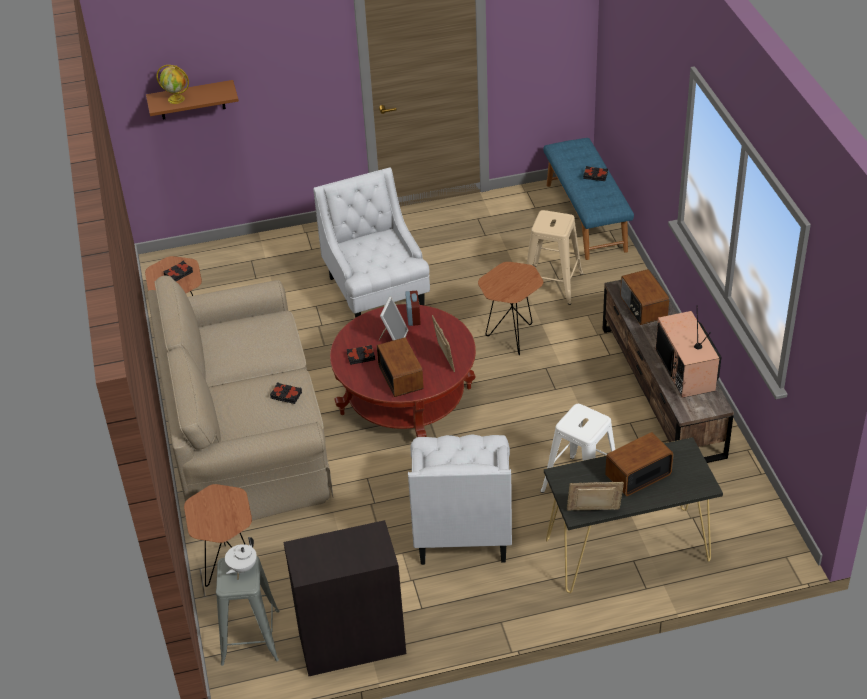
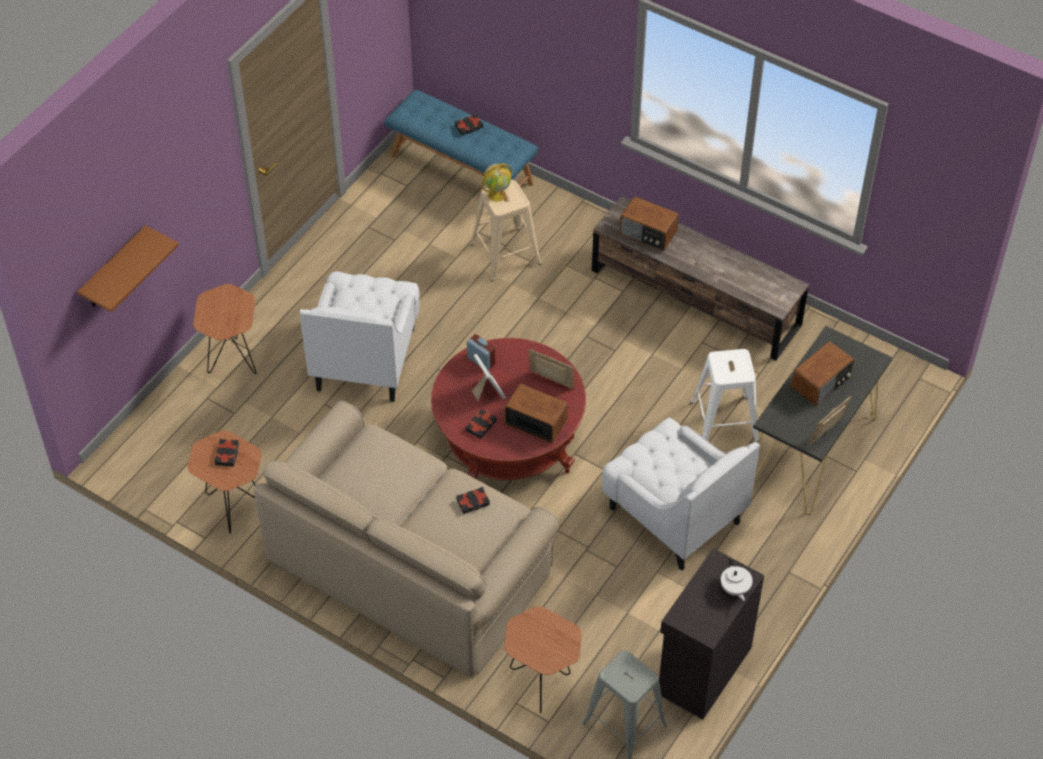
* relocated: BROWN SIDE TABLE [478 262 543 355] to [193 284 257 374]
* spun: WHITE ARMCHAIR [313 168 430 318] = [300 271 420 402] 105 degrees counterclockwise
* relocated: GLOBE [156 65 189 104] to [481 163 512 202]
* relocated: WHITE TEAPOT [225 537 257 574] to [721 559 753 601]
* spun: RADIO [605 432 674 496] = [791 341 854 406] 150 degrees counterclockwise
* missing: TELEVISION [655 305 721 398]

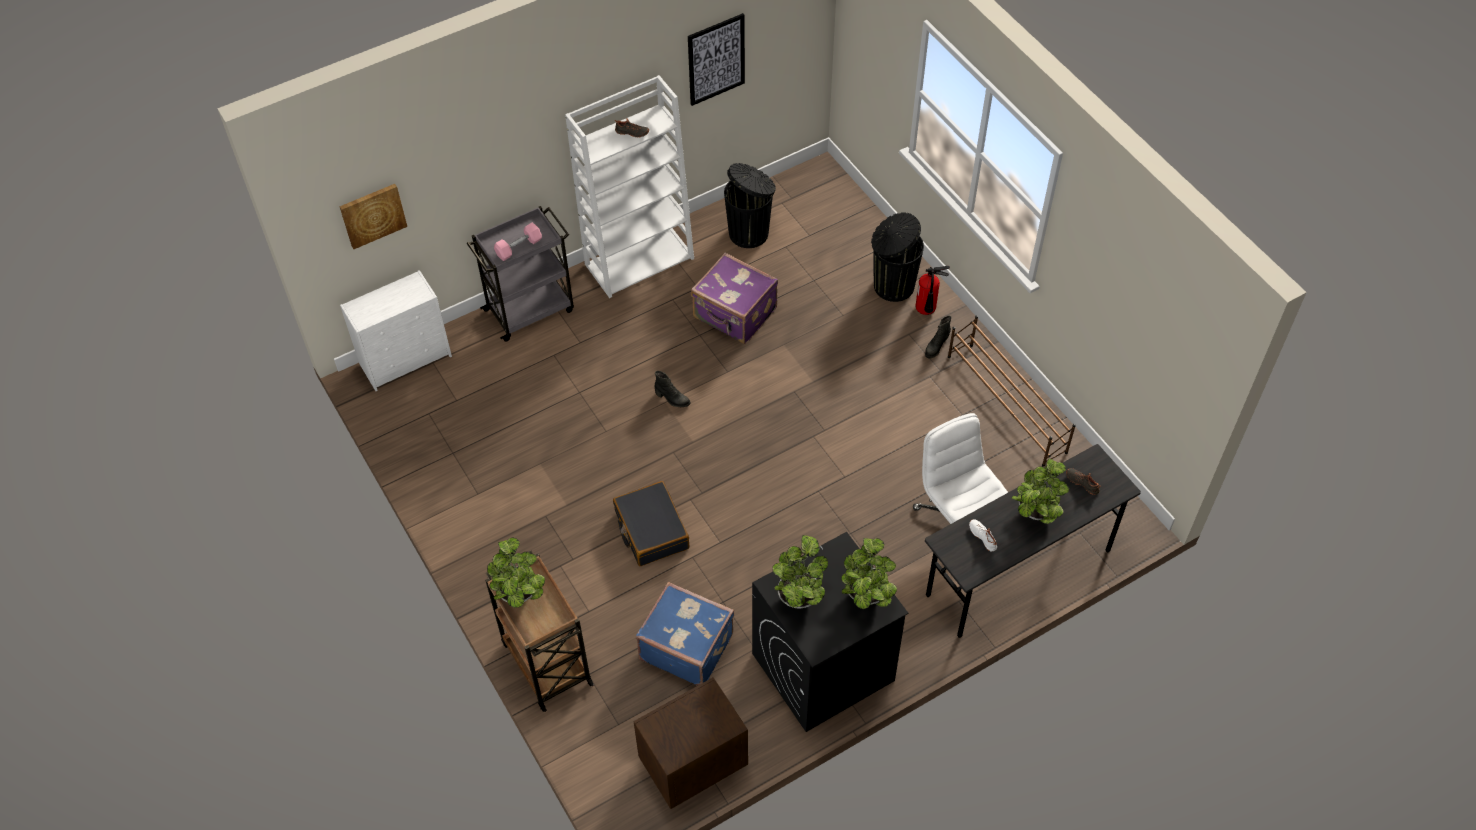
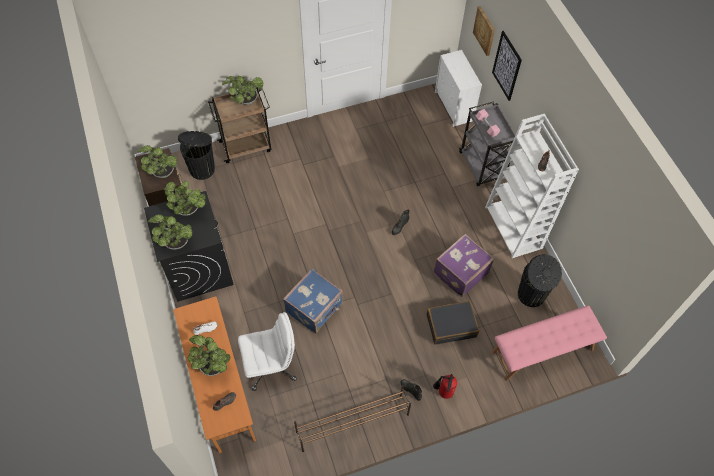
* appeared: POTTED PLANT [138 145 177 178]
* colour: GREY DESK [925 444 1141 638] to ORANGE DESK [173 296 256 453]
* relocated: BLACK TRASH CAN [871 212 924 302] to [178 131 215 180]
* relocated: BLUE SUITCASE [636 582 735 686] to [283 268 343 334]
* relocated: BLACK SUITCASE [613 481 689 566] to [427 301 479 345]
* relocated: PICTURE [688 13 745 106] to [492 31 522 101]
* appeared: PINK BENCH [492 305 607 381]

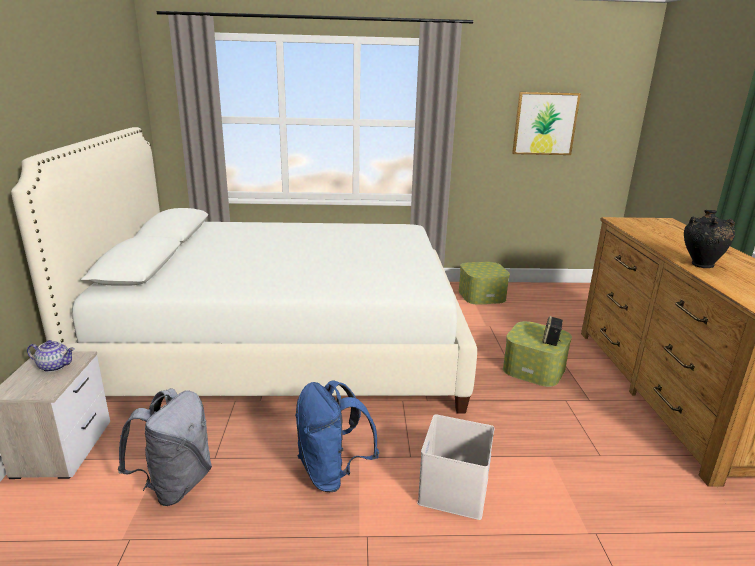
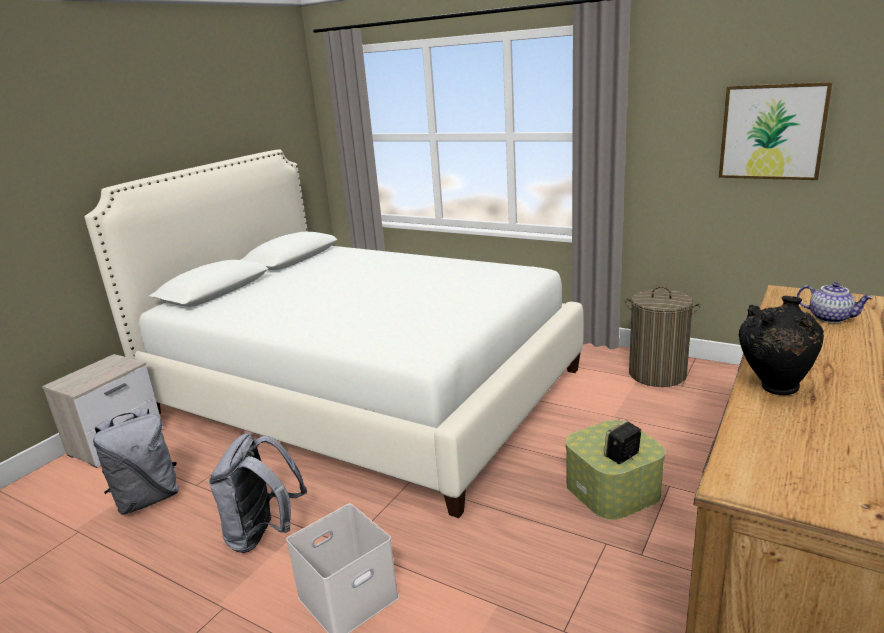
* colour: BLUE BACKPACK [295 380 379 492] to GREY BACKPACK [209 433 307 553]
* exchanged: STORAGE BOX [458 262 510 305] to LAUNDRY BASKET [625 286 701 387]
* relocated: TEAPOT [27 340 75 372] to [797 282 873 323]

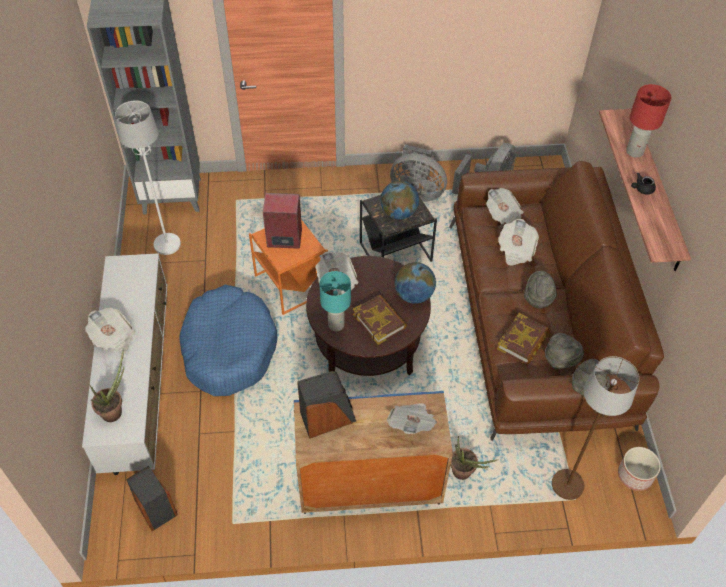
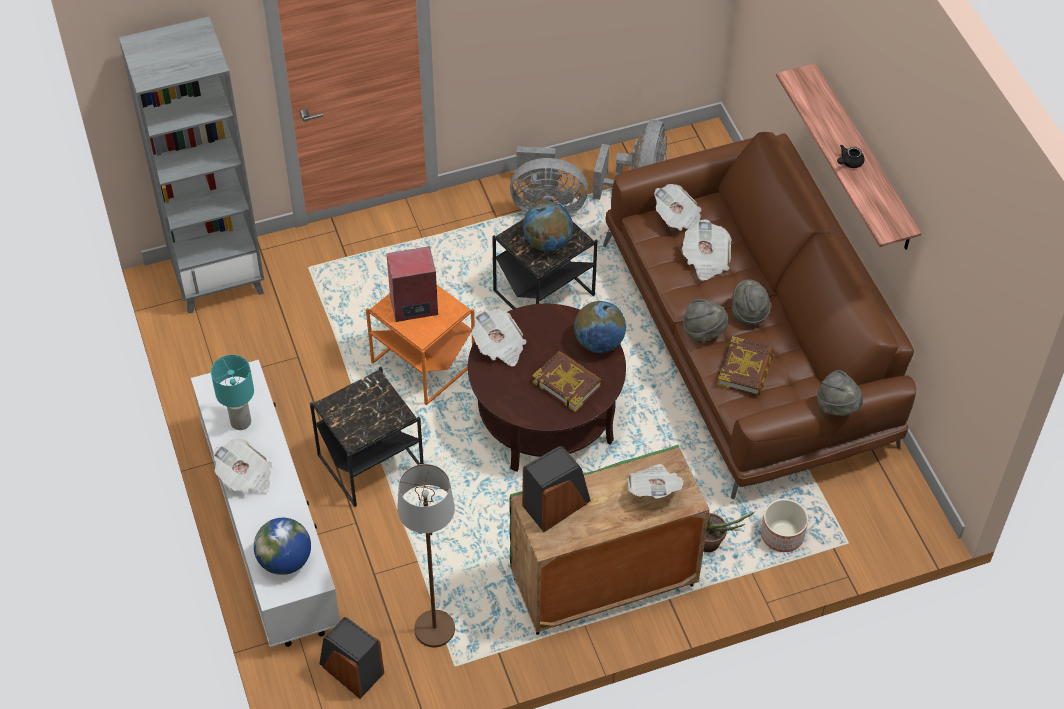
* relocated: TURQUOISE TABLE LAMP [319 271 351 331] to [211 355 254 430]
* exchanged: POTTED PLANT [89 351 125 422] to GLOBE [254 518 311 575]
* exchanged: BLUE DOG BED [179 285 277 396] to BLACK SIDE TABLE [310 367 424 507]
* relocated: BROWN FLOOR LAMP [552 356 639 500] to [397 464 455 647]
* colour: BLUE CABINET [294 390 453 514] to GREEN CABINET [509 445 710 635]
* relocated: GREY HAT [545 333 584 369] to [683 299 728 343]
* relocated: PLANTER [618 447 661 491] to [761 499 808 552]
* missing: WHITE FLOOR LAMP [115 100 181 255]
* missing: RED TABLE LAMP [626 84 671 158]

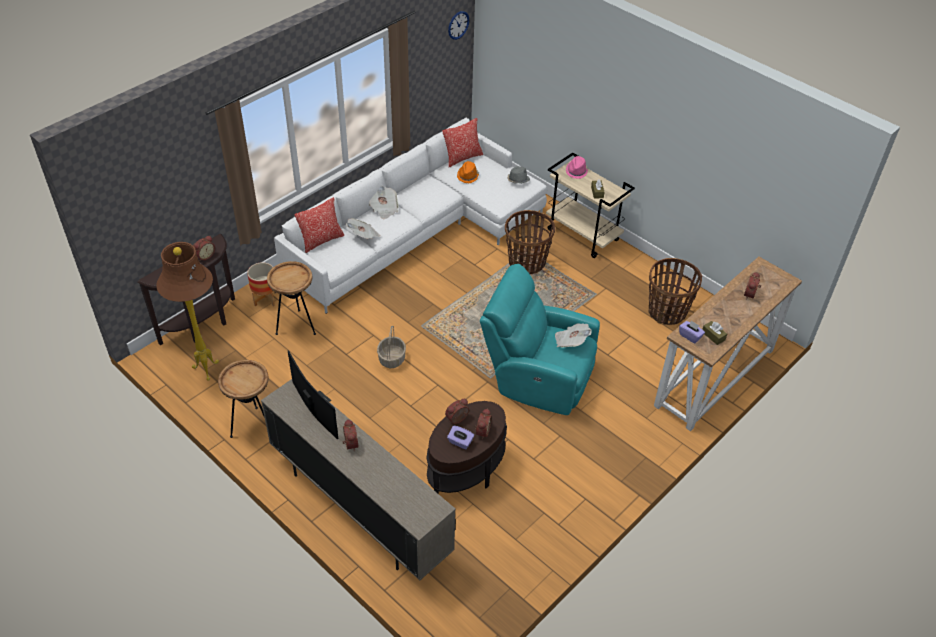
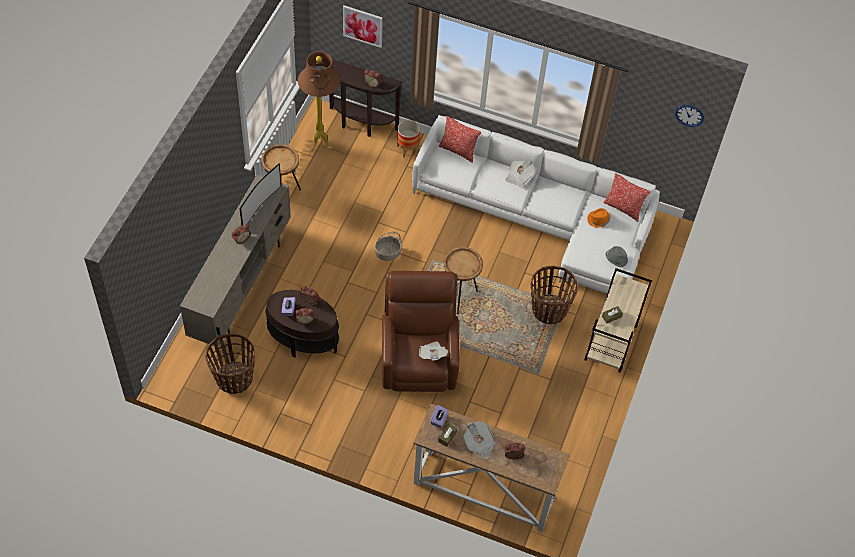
* relocated: BASKET [649 258 702 325] to [206 333 255 394]
* appeared: PICTURE [343 5 383 48]
* colour: TURQUOISE ARMCHAIR [480 264 600 415] to BROWN ARMCHAIR [382 271 460 392]
* relocated: BROWN SIDE TABLE [267 261 316 335] to [444 247 483 314]
* relocated: NEWSPAPER [346 218 380 239] to [464 421 496 459]
* missing: PINK HAT [566 156 589 179]

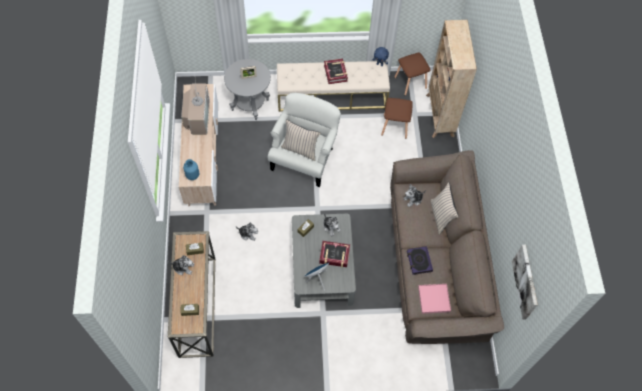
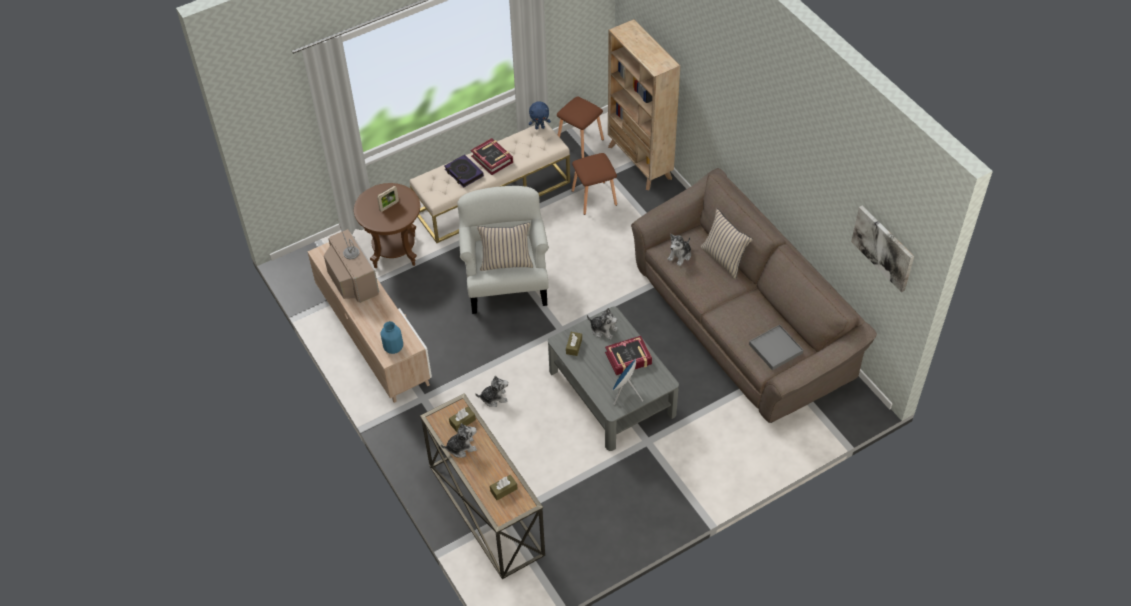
* colour: GREY SIDE TABLE [224 59 271 120] to BROWN SIDE TABLE [354 183 420 268]
* relocated: BOOK [407 246 433 275] to [445 154 484 188]
* colour: PINK TRAY [418 284 451 314] to GREY TRAY [749 325 803 370]

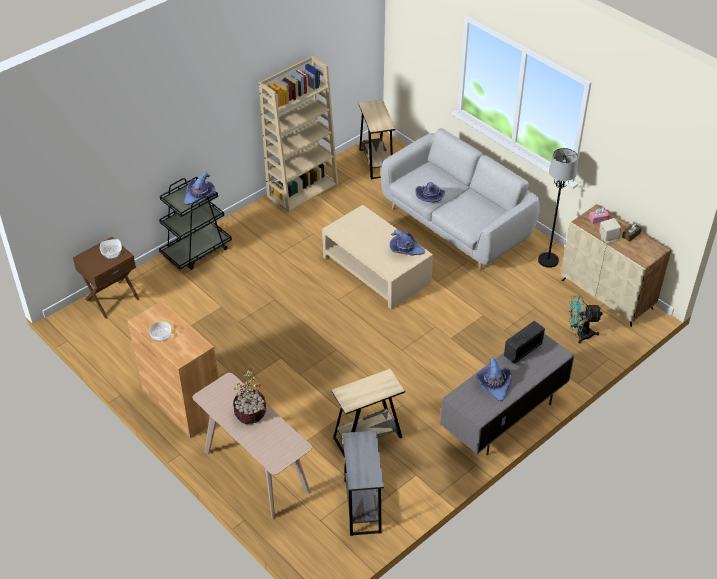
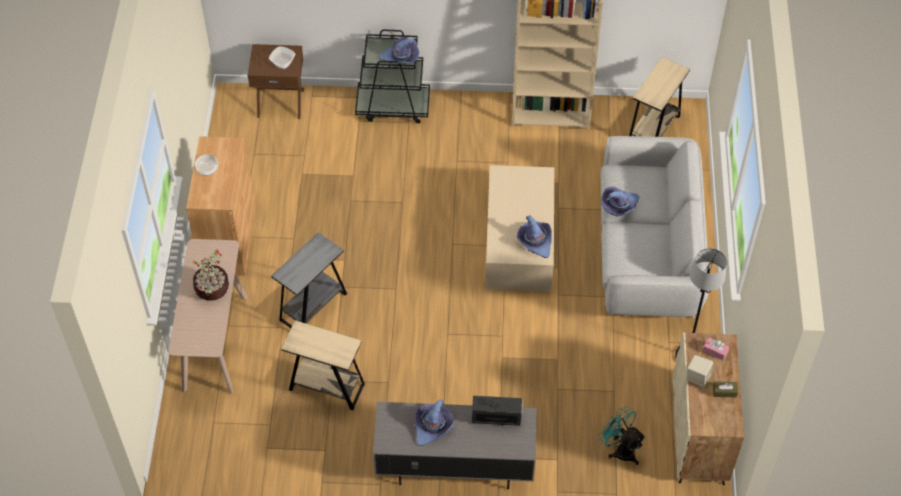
* relocated: GREY SIDE TABLE [342 431 384 536] to [271 232 347 328]

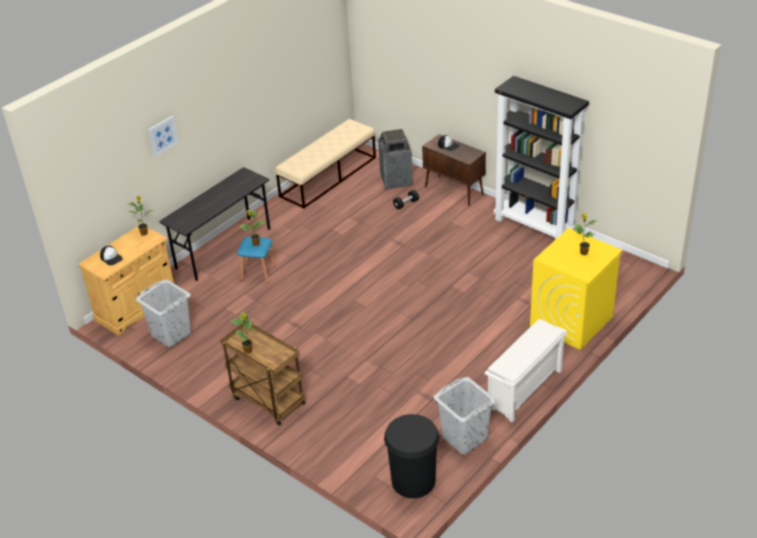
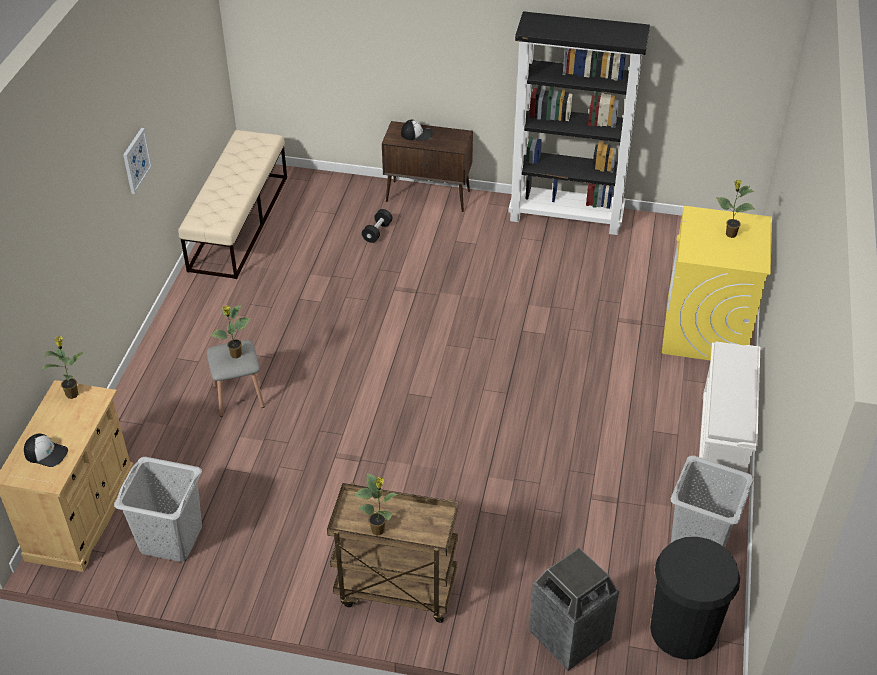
* relocated: PICTURE [148 116 179 157] to [123 128 152 194]
* colour: BLUE STOOL [237 237 276 283] to GREY STOOL [207 340 265 416]
* relocated: TRASH CAN [378 129 413 189] to [529 548 619 671]
* missing: GREY DESK [159 167 270 281]

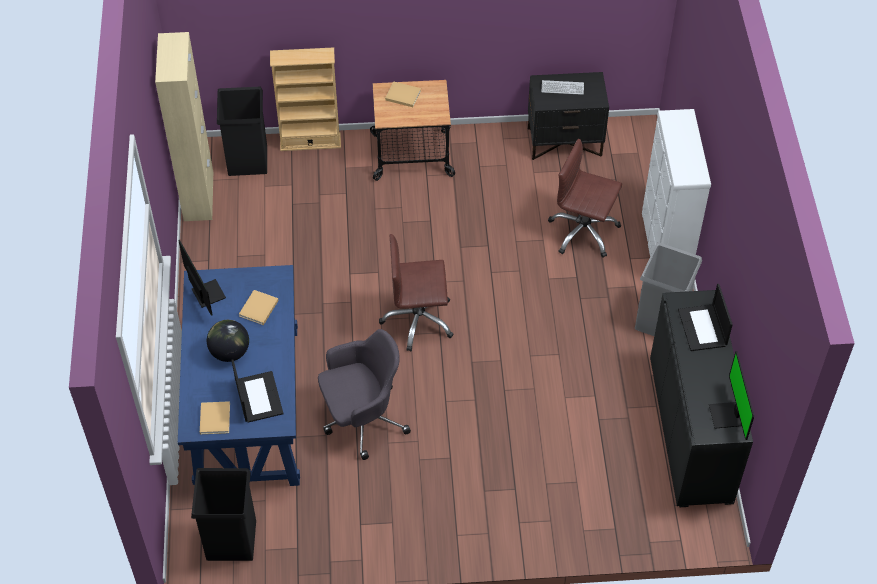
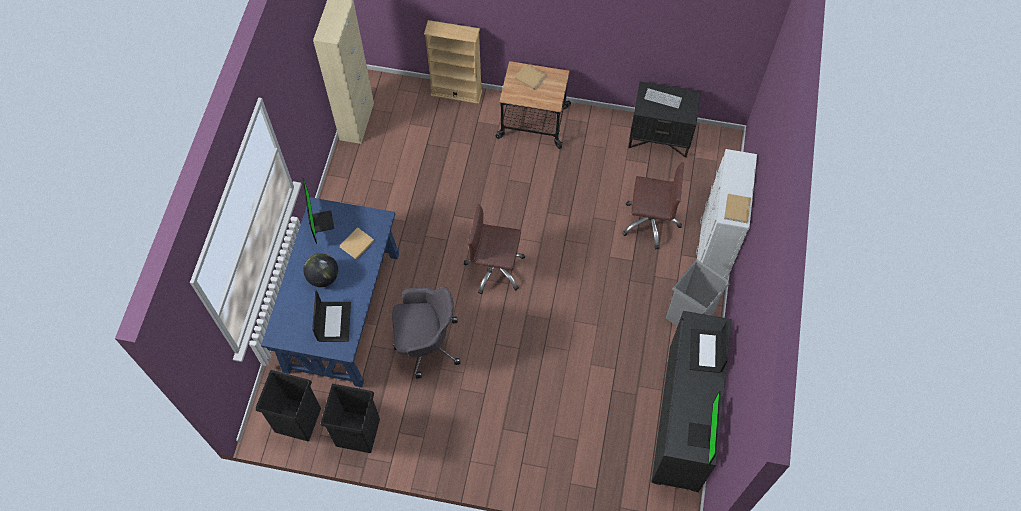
* relocated: BLACK TRASH CAN [217 87 267 176] to [321 384 380 453]
* spun: BROWN OFFICE CHAIR [548 138 622 258] = [622 162 684 250] 150 degrees clockwise
* relocated: BEIGE BOOK [200 401 230 434] to [724 194 751 223]

